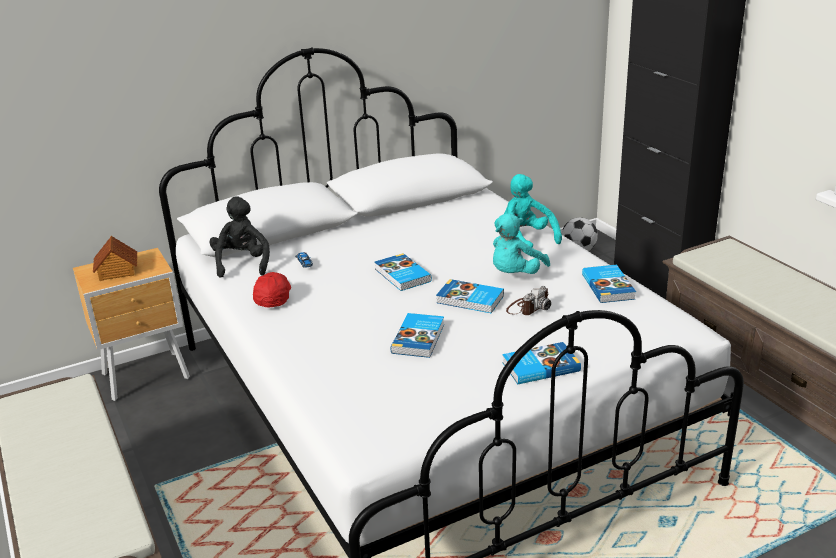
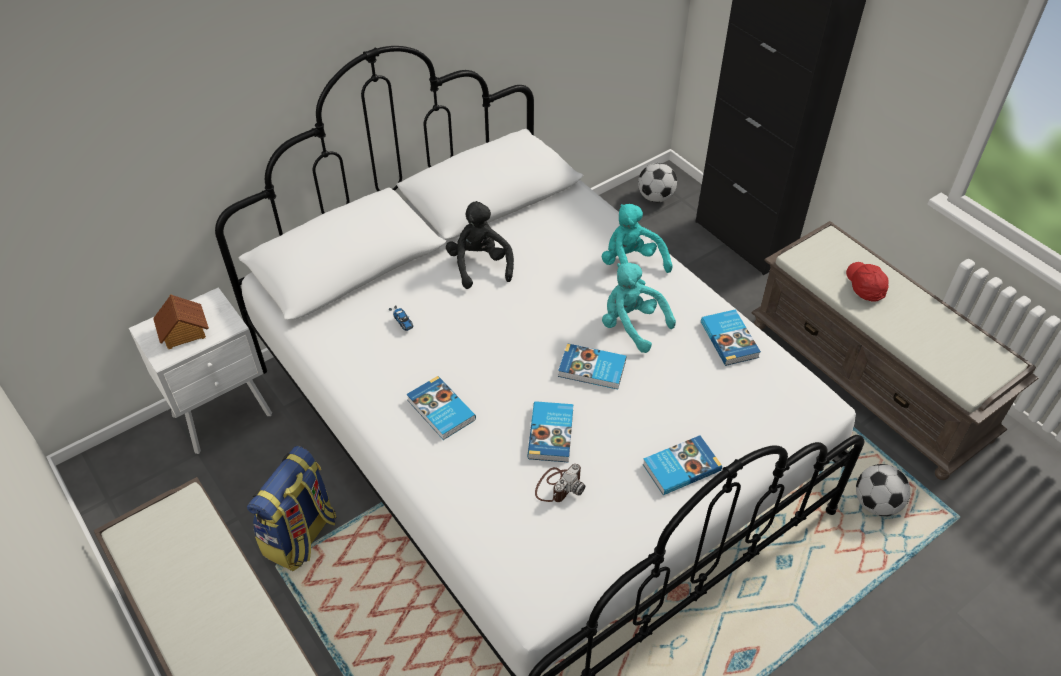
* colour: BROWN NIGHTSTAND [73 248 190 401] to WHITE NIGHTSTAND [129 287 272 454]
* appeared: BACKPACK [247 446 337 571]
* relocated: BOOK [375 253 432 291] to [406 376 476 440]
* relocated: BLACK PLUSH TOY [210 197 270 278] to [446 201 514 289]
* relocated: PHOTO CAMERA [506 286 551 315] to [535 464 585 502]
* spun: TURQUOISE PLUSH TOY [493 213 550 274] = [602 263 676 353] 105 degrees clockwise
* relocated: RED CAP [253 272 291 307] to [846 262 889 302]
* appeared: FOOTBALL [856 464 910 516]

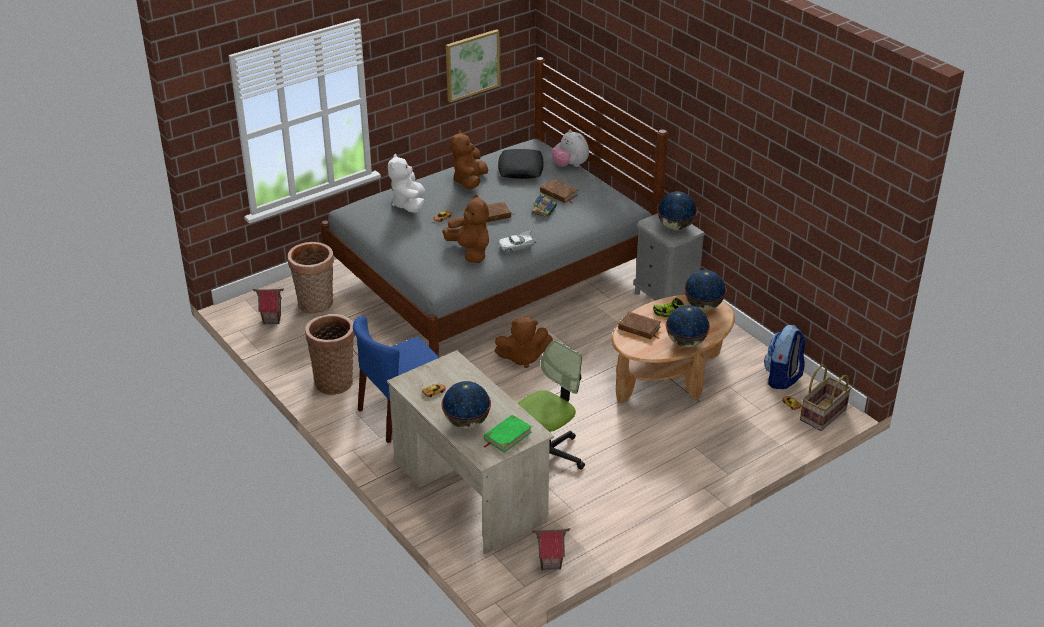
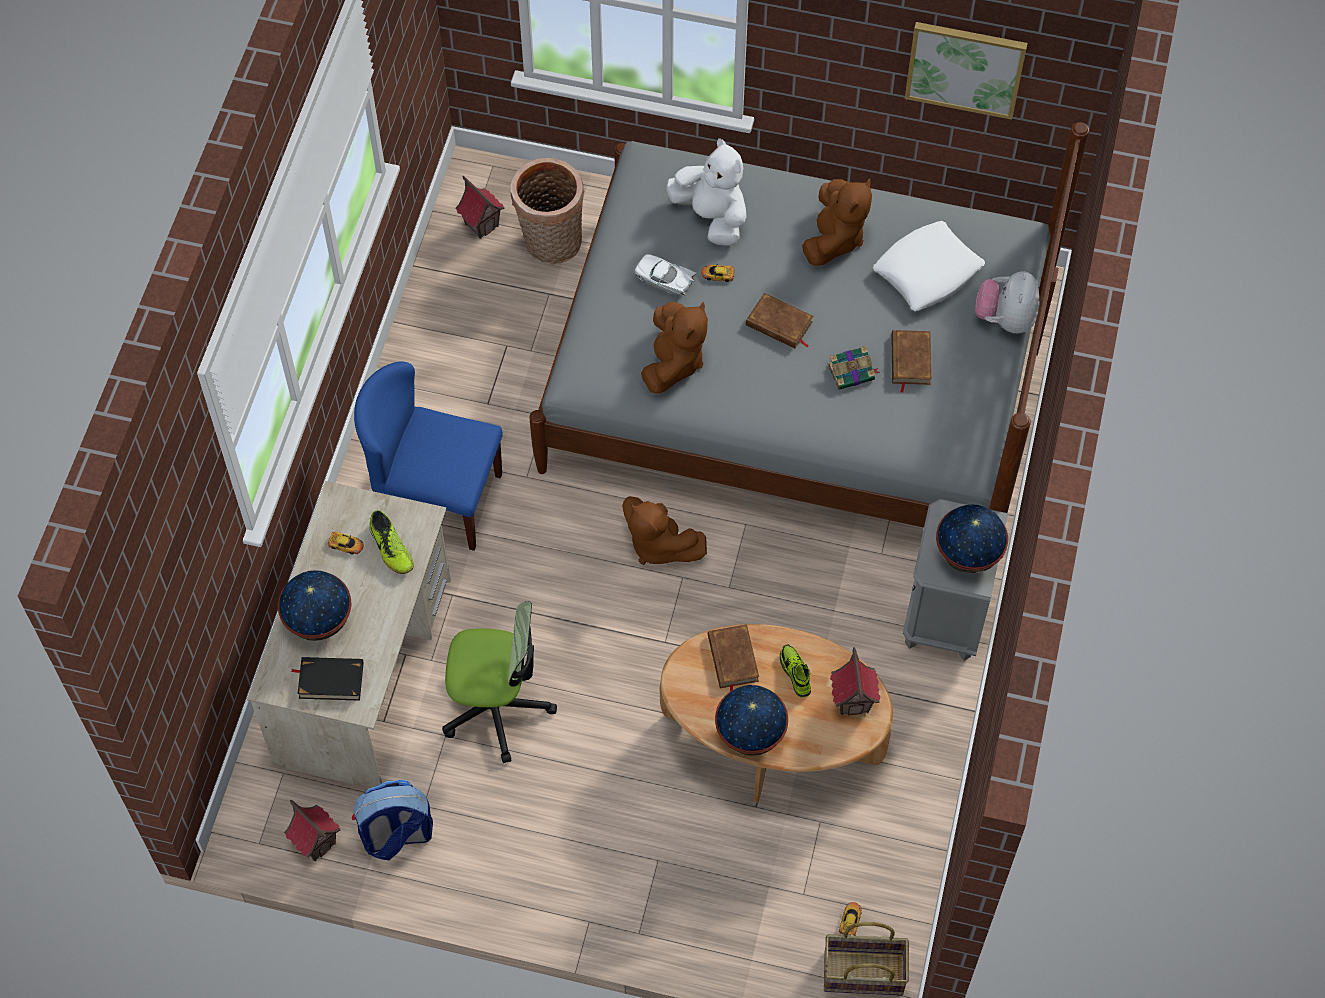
* colour: GREEN BOOK [483 415 532 453] to BLACK BOOK [291 657 364 701]
* relocated: BACKPACK [764 325 806 389] to [352 779 433 860]
* appeared: SHOE [369 510 414 574]
* relocated: WHITE TOY CAR [499 230 537 253] to [635 254 697 296]
* spun: WHITE PLUSH TOY [388 154 425 213] = [666 138 747 246] 90 degrees clockwise
* spun: BROWN PLUSH TOY [450 130 488 189] = [802 178 872 266] 135 degrees clockwise
* exchanged: GLOBE [684 270 727 311] to TOY HOUSE [830 647 881 716]
* colour: BLACK PILLOW [498 149 543 179] to WHITE PILLOW [873 221 985 311]
* missing: BASKET [305 314 355 395]

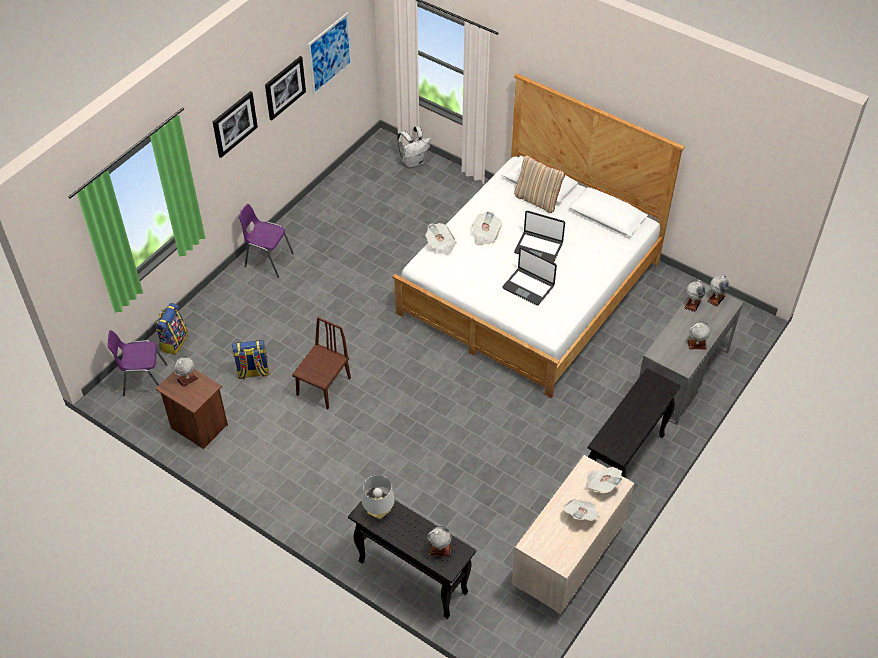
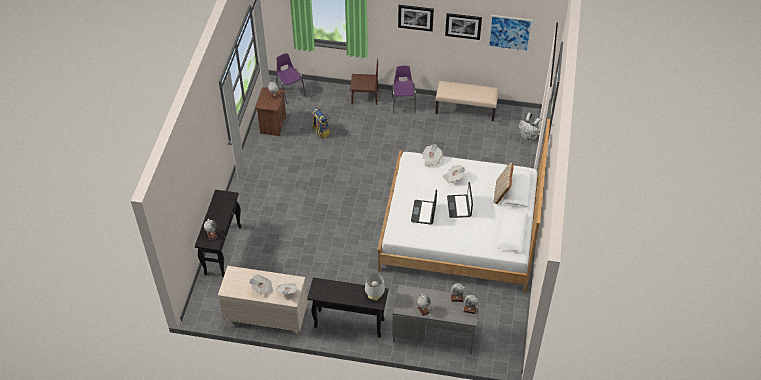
* relocated: BROWN CHAIR [292 317 351 409] to [350 59 378 105]
* relocated: GREY TABLE LAMP [362 475 395 519] to [365 273 385 301]
* appeared: BEIGE BENCH [435 81 499 121]
* missing: BACKPACK [156 303 188 355]

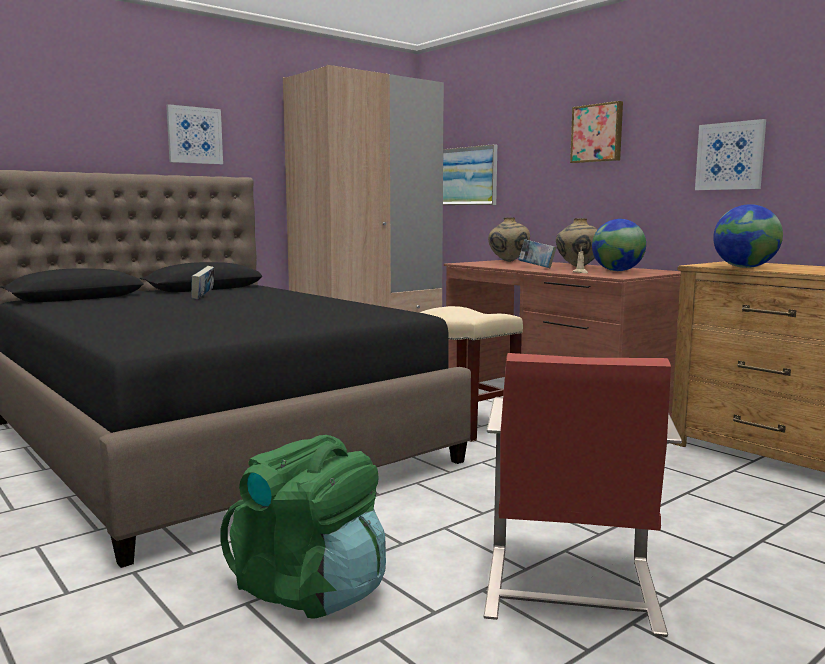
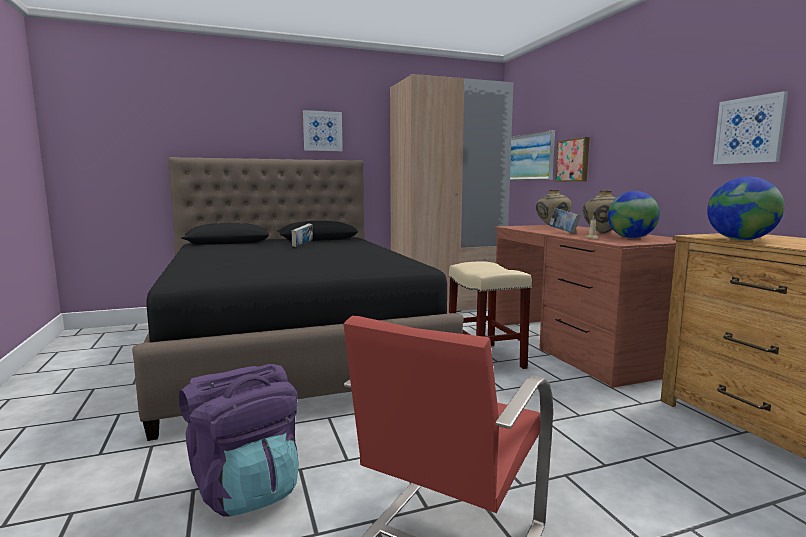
* colour: GREEN BACKPACK [220 435 386 619] to PURPLE BACKPACK [179 364 299 517]
* relocated: PICTURE [570 101 623 163] to [555 137 589 182]

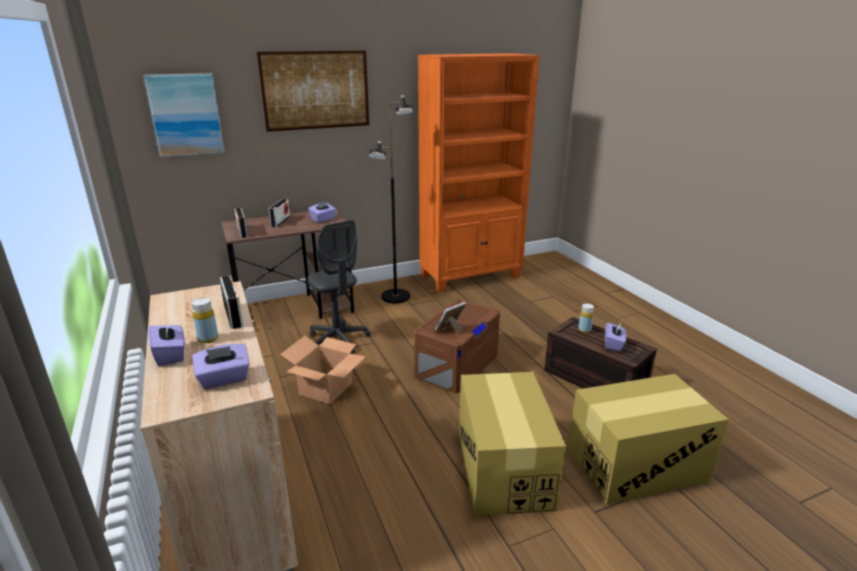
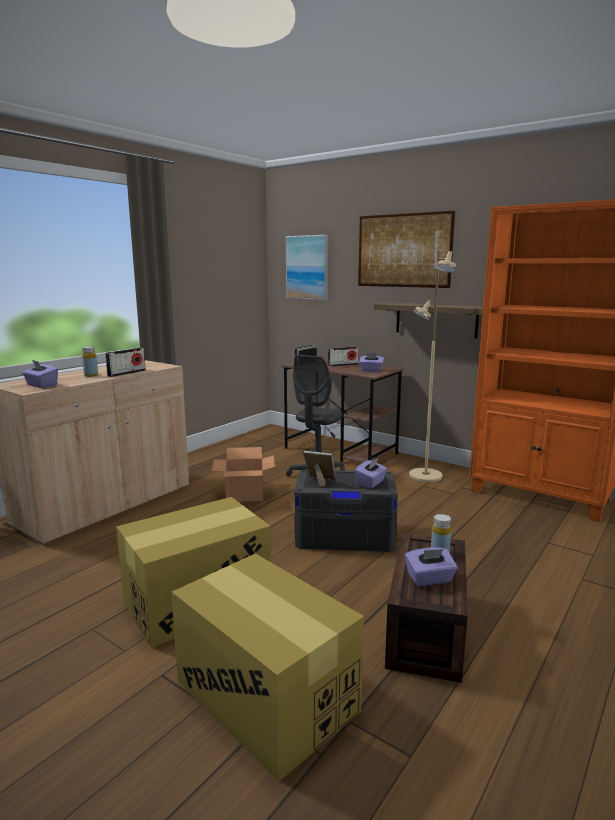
* colour: BROWN STORAGE BOX [414 299 500 393] to GREY STORAGE BOX [294 470 398 552]
* relocated: PURPLE TISSUE BOX [148 320 185 366] to [355 458 387 488]
* appeared: SHELF [374 302 483 339]
* colour: BLACK FLOOR LAMP [369 94 414 303] to BEIGE FLOOR LAMP [409 251 456 482]

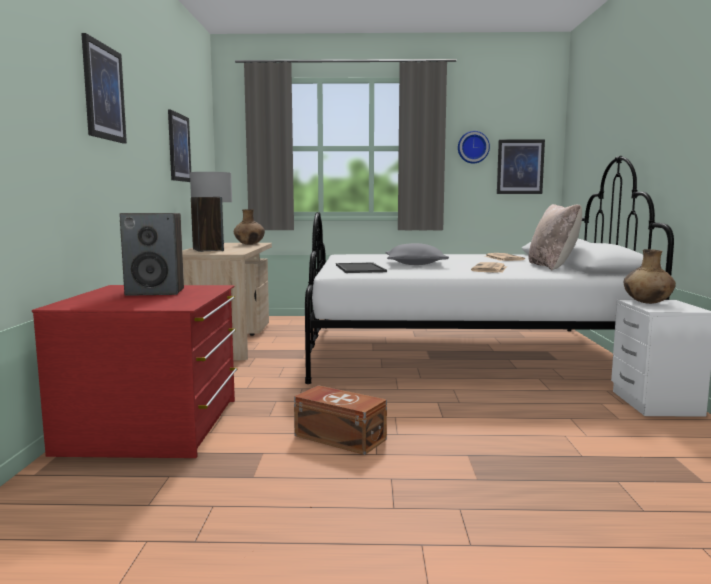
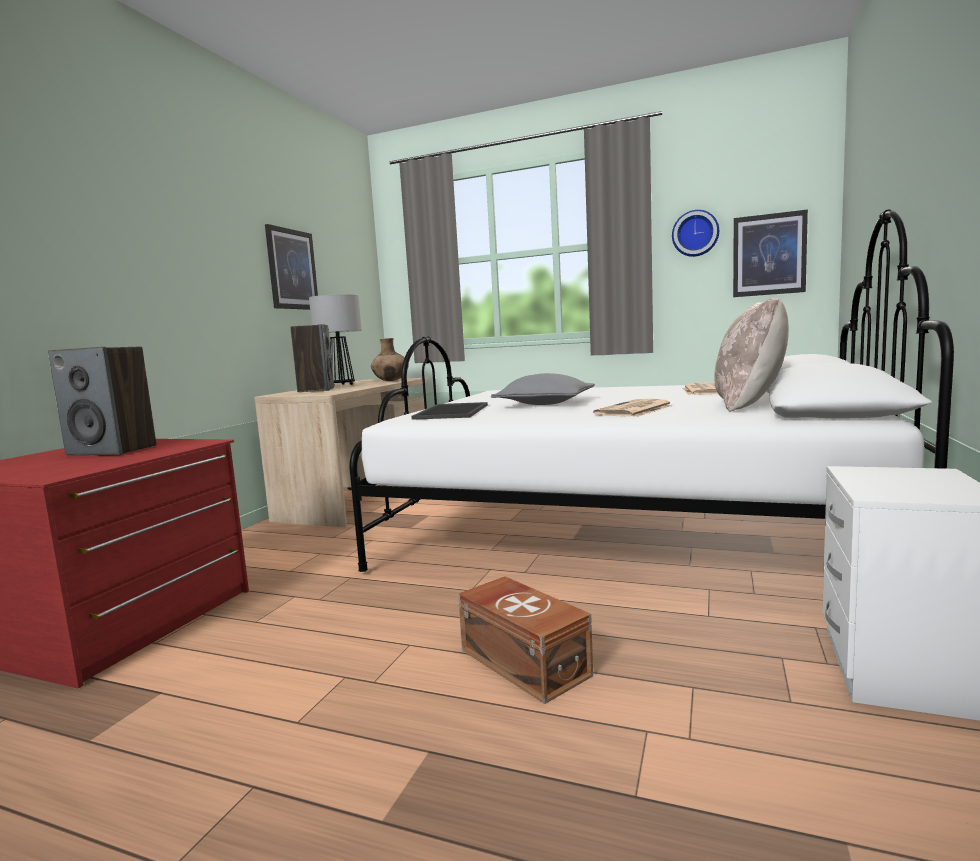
* relocated: BROWN STORAGE BOX [294 385 387 455] to [458 576 593 704]
* missing: PICTURE [81 33 127 143]
* missing: BROWN VASE [624 249 676 304]

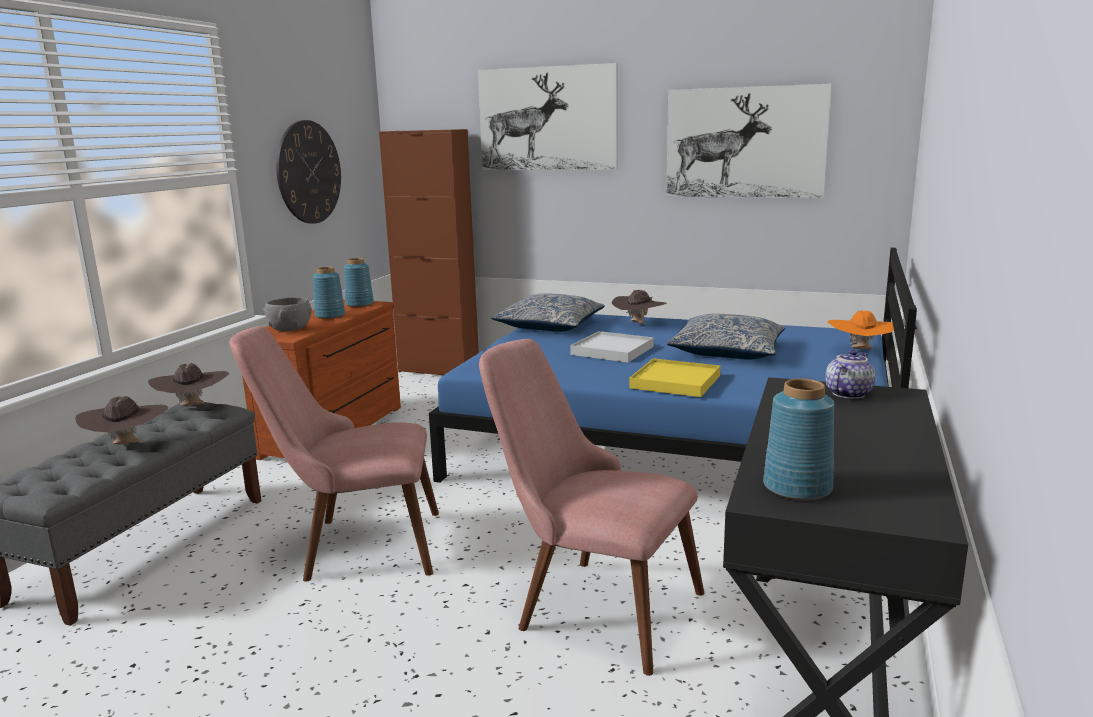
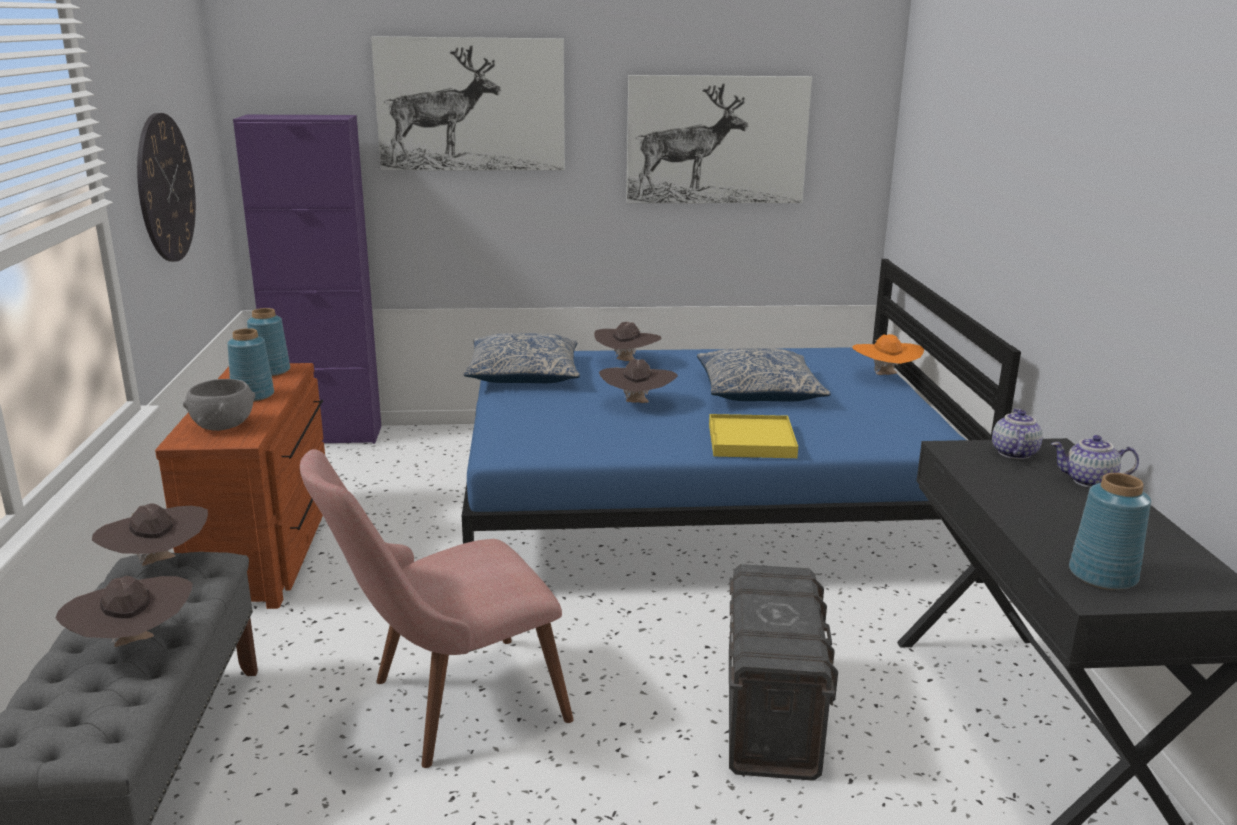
* colour: BROWN CABINET [379 129 479 375] to PURPLE CABINET [233 114 381 444]
* exchanged: WHITE TRAY [570 331 654 363] to BROWN HAT [599 359 678 403]
* exchanged: PINK CHAIR [479 339 704 676] to GREY STORAGE BOX [729 564 838 781]
* appeared: TEAPOT [1051 435 1139 488]

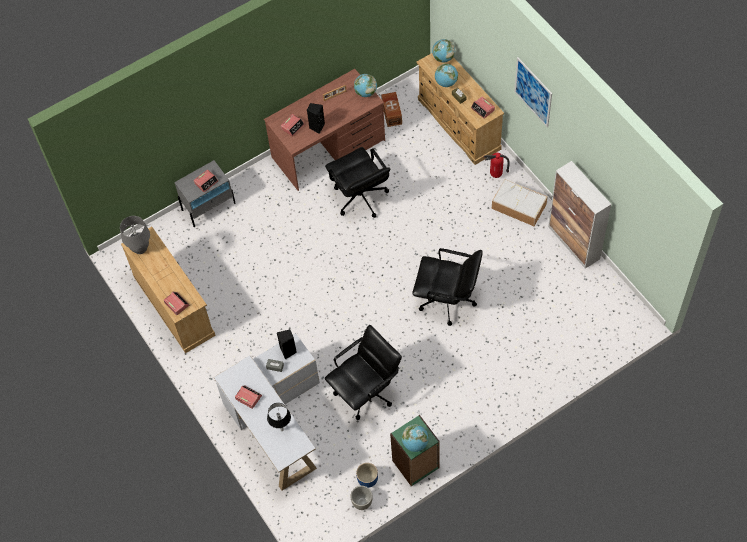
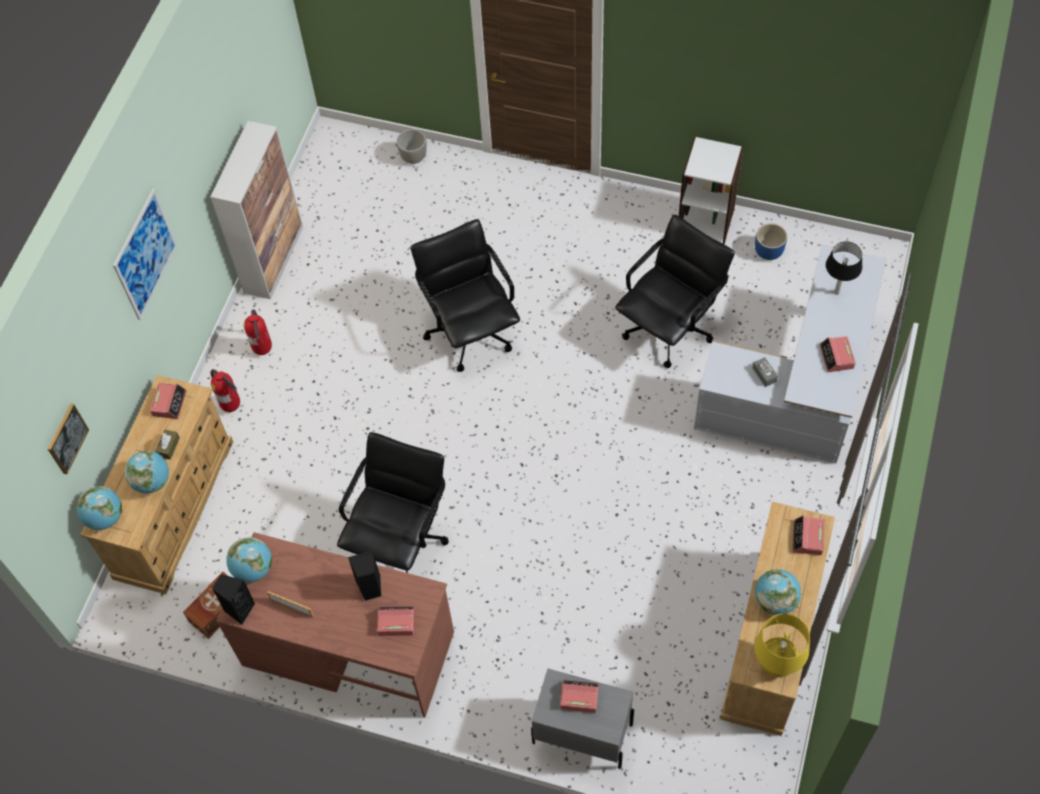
* appeared: PICTURE [48 403 89 474]
* relocated: BLACK SPEAKER [277 329 297 360] to [212 574 255 625]
* exchanged: STORAGE BOX [492 179 548 226] to FIRE EXTINGUISHER [244 309 272 355]
* relocated: GREY PLANTER [350 486 373 510] to [397 129 427 164]
* spun: BLACK OFFICE CHAIR [325 325 402 420] = [615 215 735 368] 120 degrees clockwise
* colour: GREEN BOOKCASE [390 415 440 486] to WHITE BOOKCASE [679 136 743 244]
* relocated: GLOBE [401 425 429 452] to [755 569 801 615]
* colour: GREY TABLE LAMP [120 216 150 254] to YELLOW TABLE LAMP [755 613 810 677]

